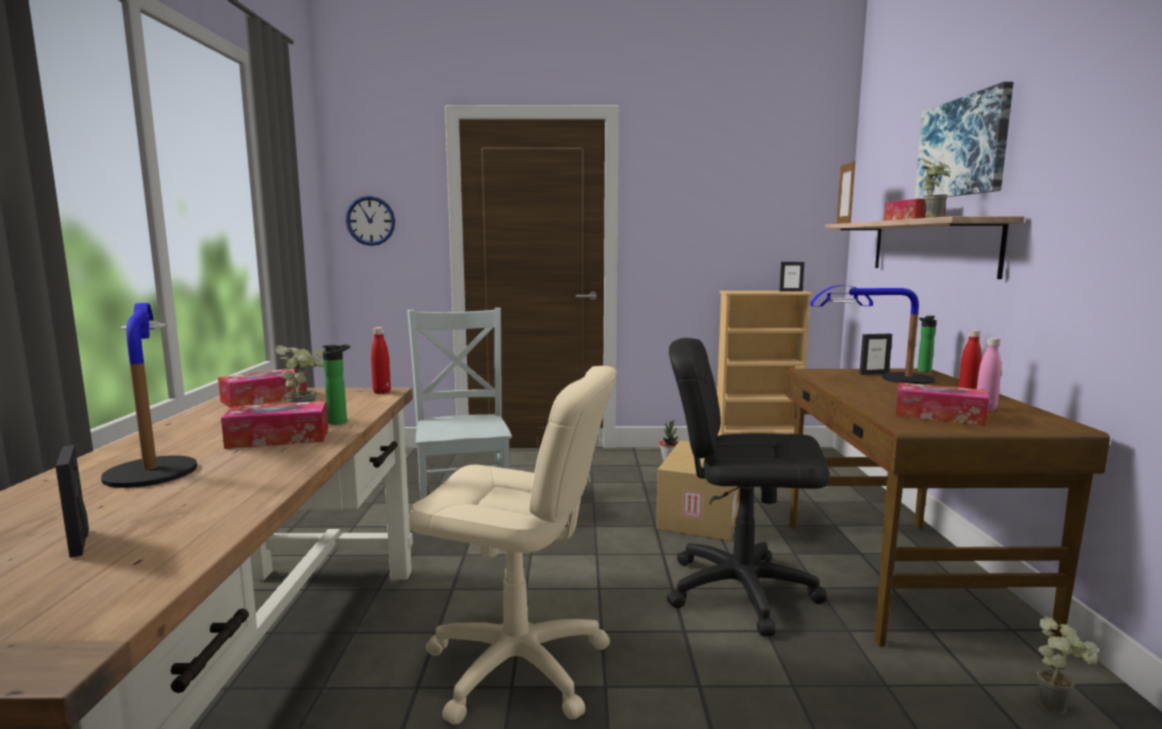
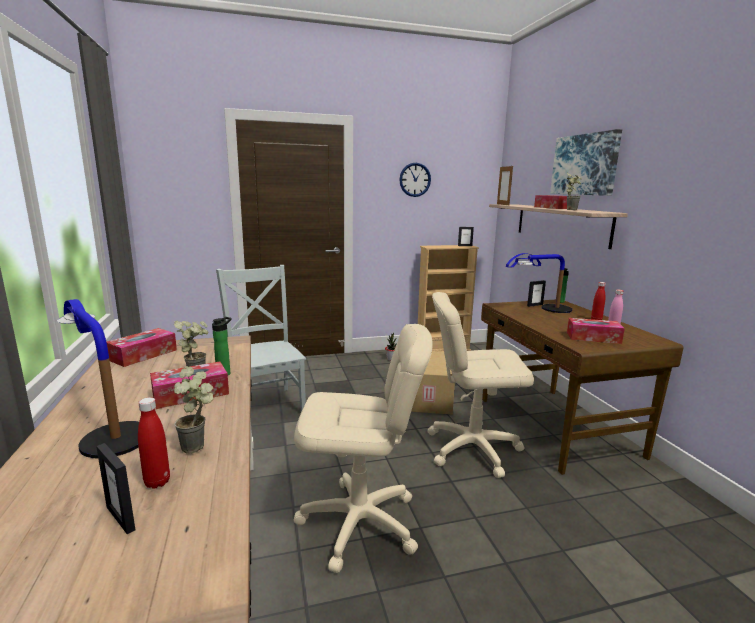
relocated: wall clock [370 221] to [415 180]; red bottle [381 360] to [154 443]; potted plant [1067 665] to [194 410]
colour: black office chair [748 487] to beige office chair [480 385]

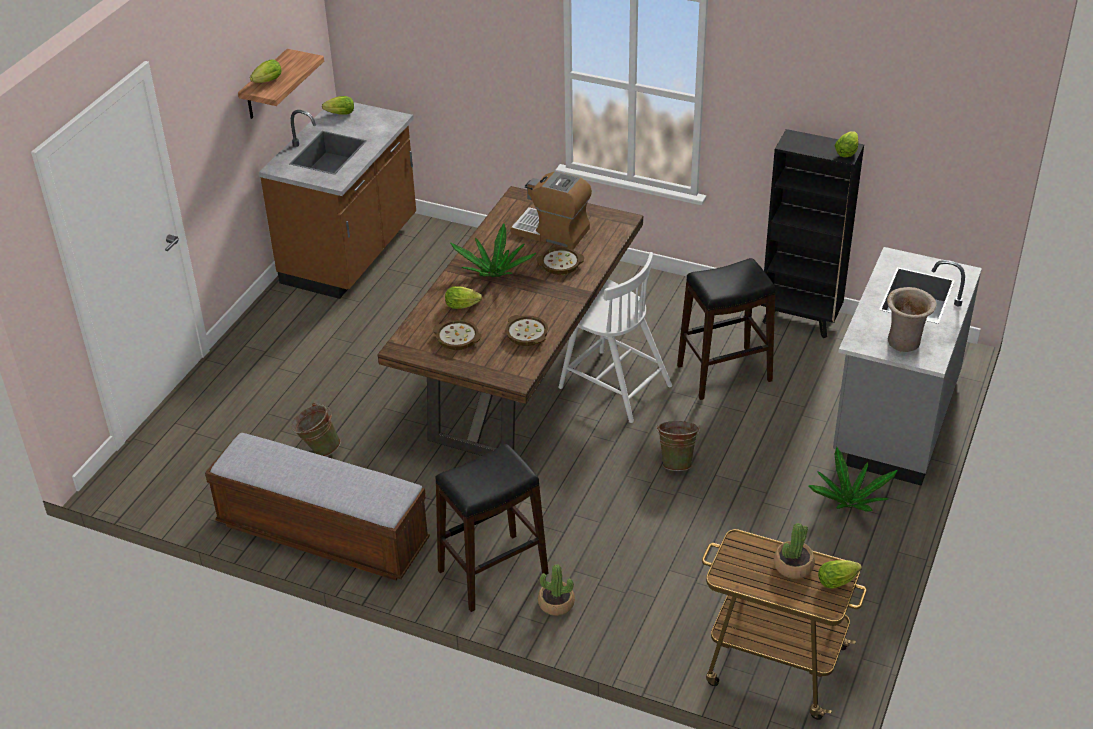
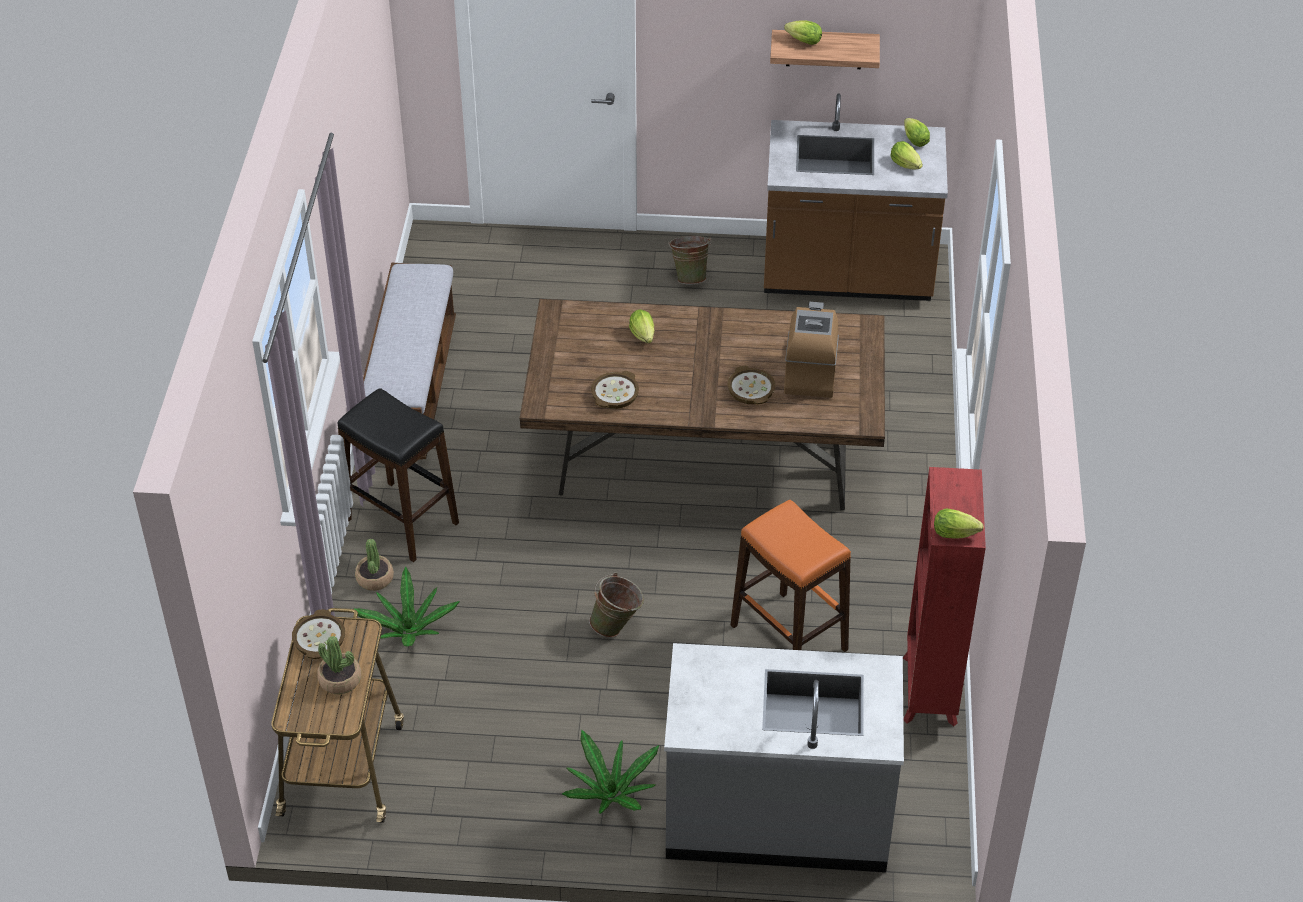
missing: white chair [615 337]; beige vase [912 319]
relocated: green bucket [316 429] to [690 260]; bowl [457 334] to [318 634]; potted plant [493 250] to [407 606]; lettuce [840 574] to [906 155]
colour: black stool [726 329] to orange stool [790 576]; black bookcase [812 233] to red bookcase [944 596]

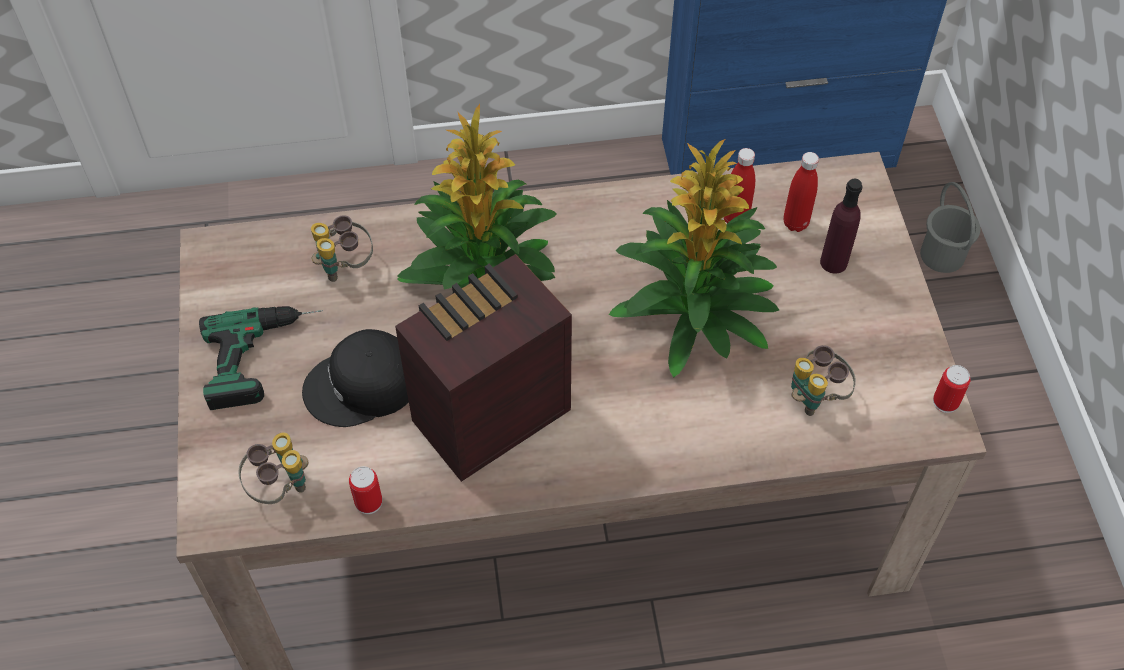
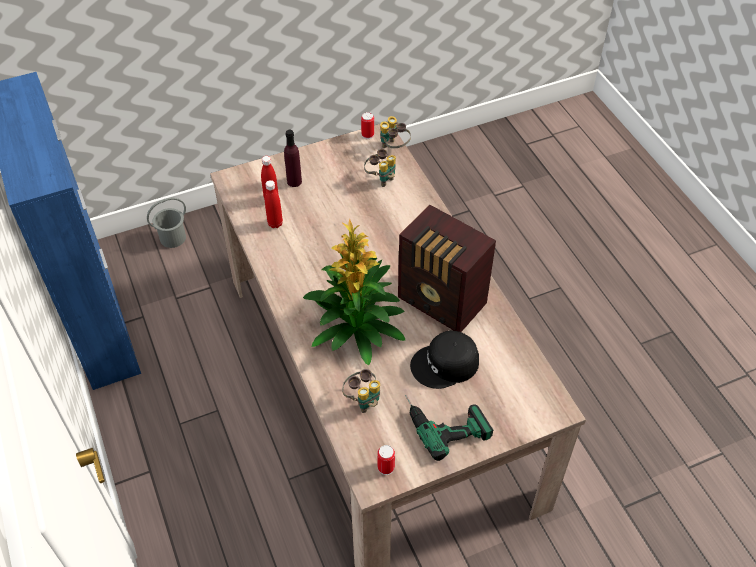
missing: potted plant [694 258]
relocated: binoculars [273 468] to [395 132]; can [365 490] to [386 460]
spun: black cap [355 378] = [444 359] 105 degrees clockwise

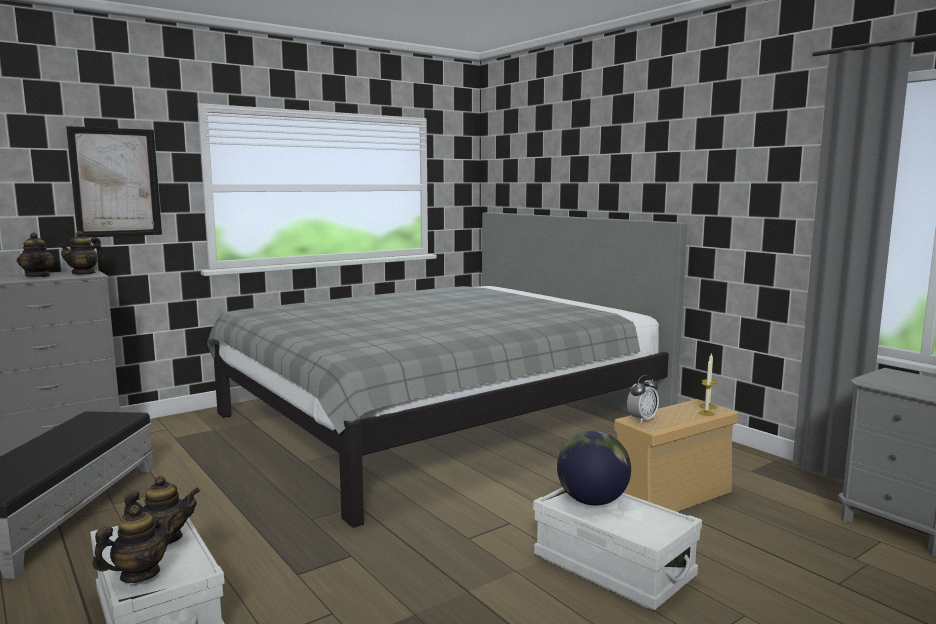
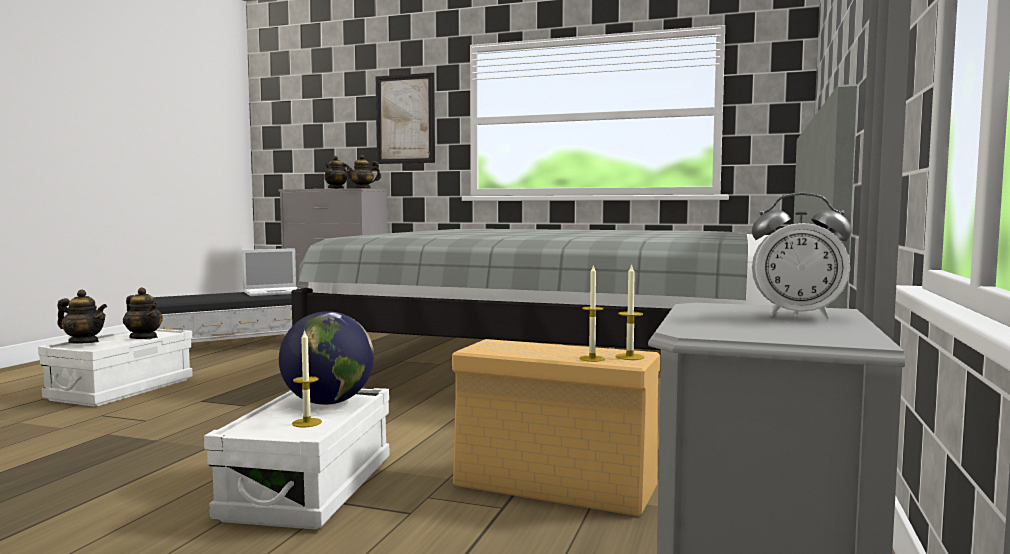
appeared: laptop [271 272]; candle [307 378]
relocated: alarm clock [643 399] to [802 256]

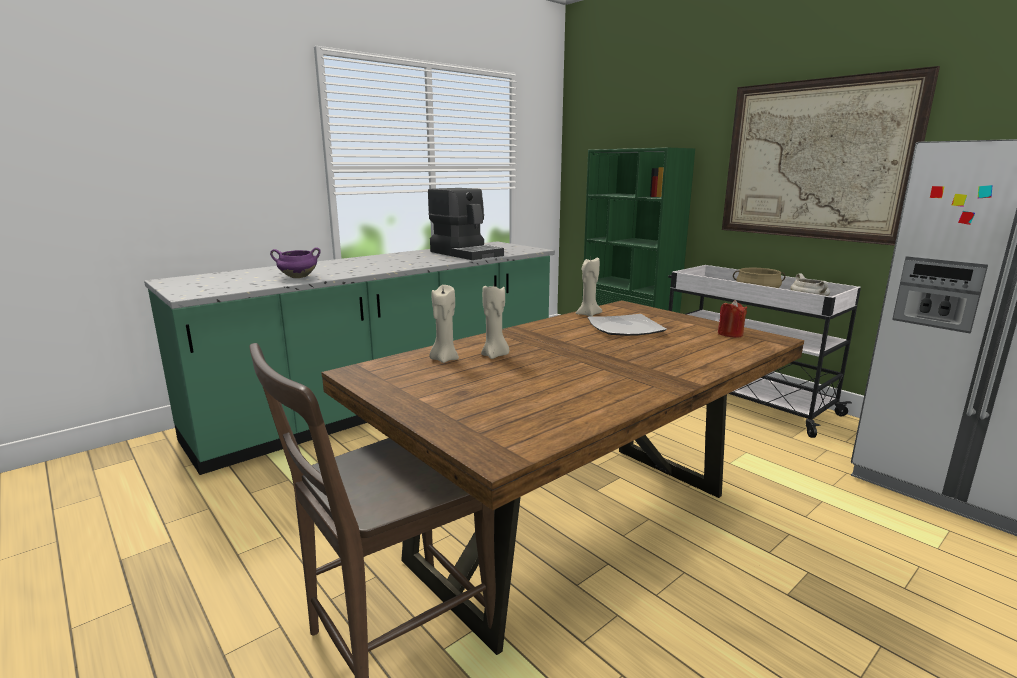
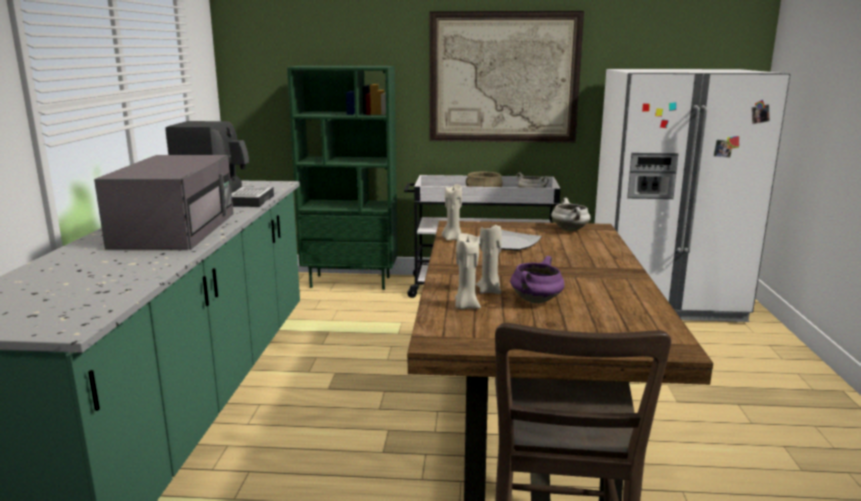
appeared: grey microwave [164 202]
relocated: purple cooking pot [295 262] to [537 279]
exchanged: red candle [732 319] to white cooking pot [571 215]

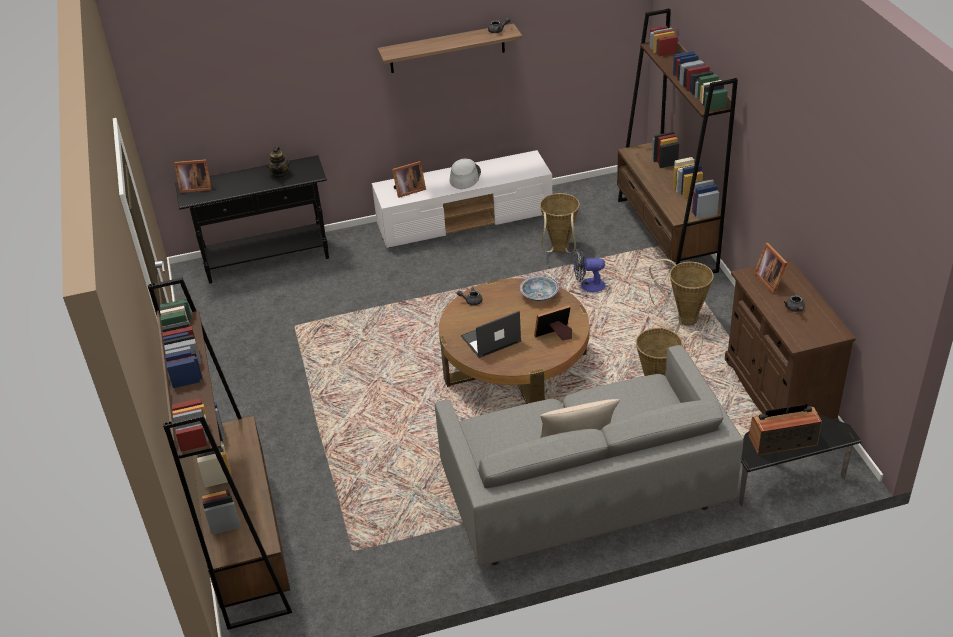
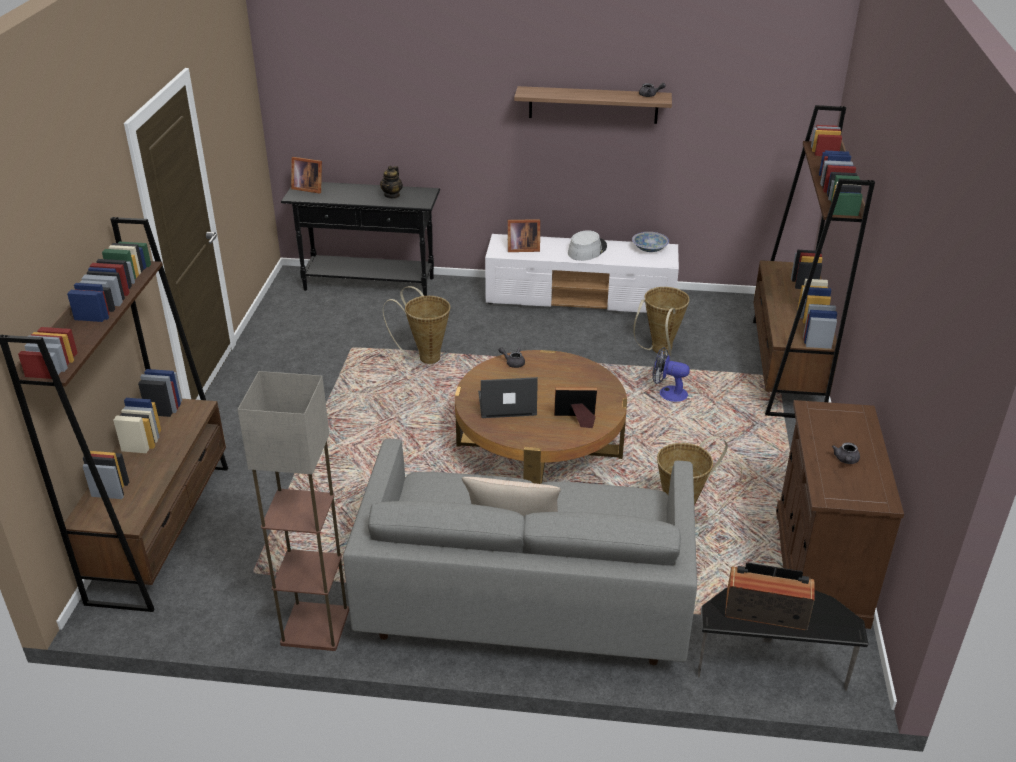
missing: picture frame [770 268]
appeared: floor lamp [293 511]
relocated: bowl [539 288] to [650 242]; basket [681 292] to [416 325]

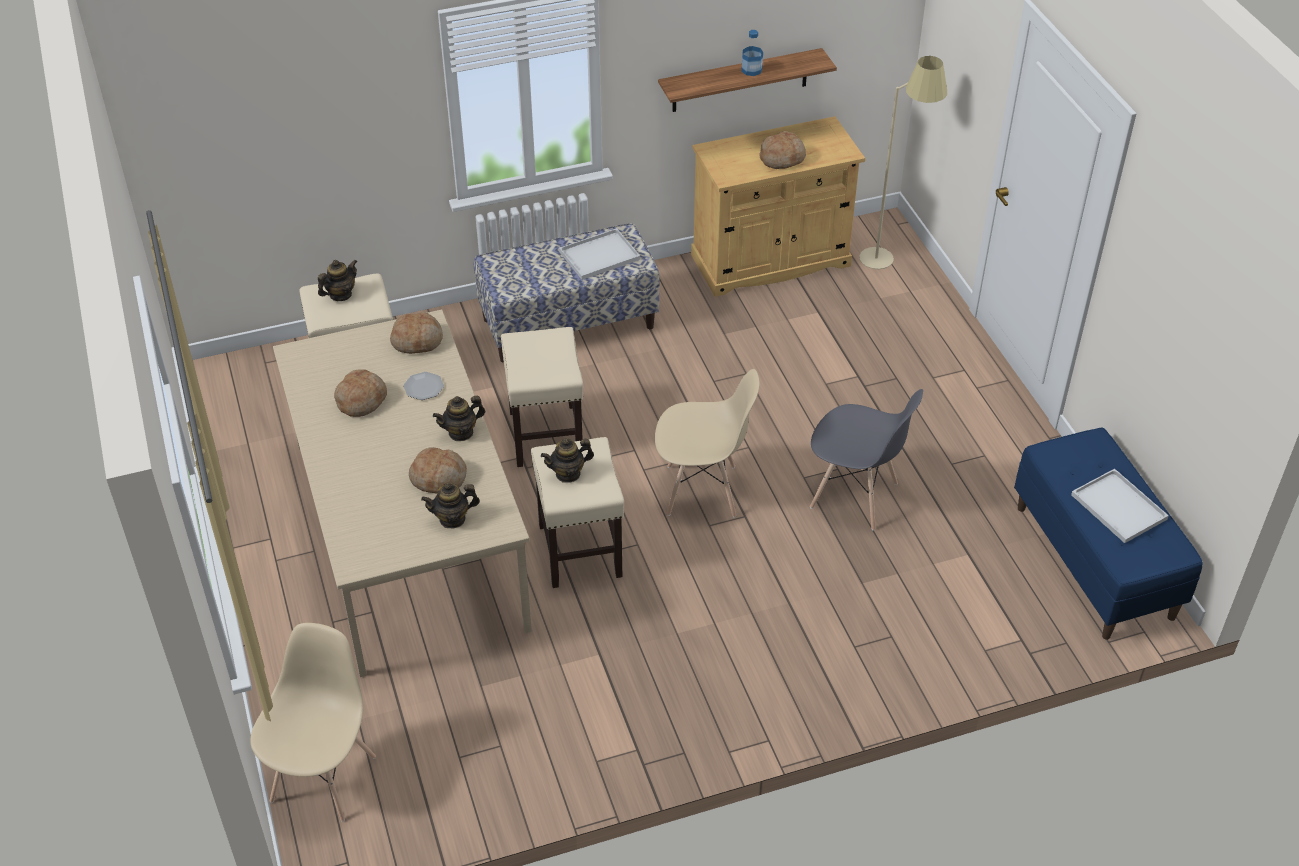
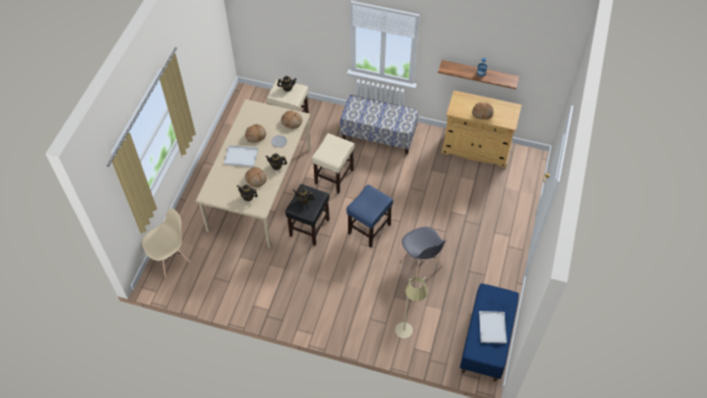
relocated: white tray [599 254] to [241 156]; beige floor lamp [903 162] to [411 307]
exchanged: beige chair [707 443] to blue stool [369 216]
colour: beige stool [577 512] to black stool [307 215]

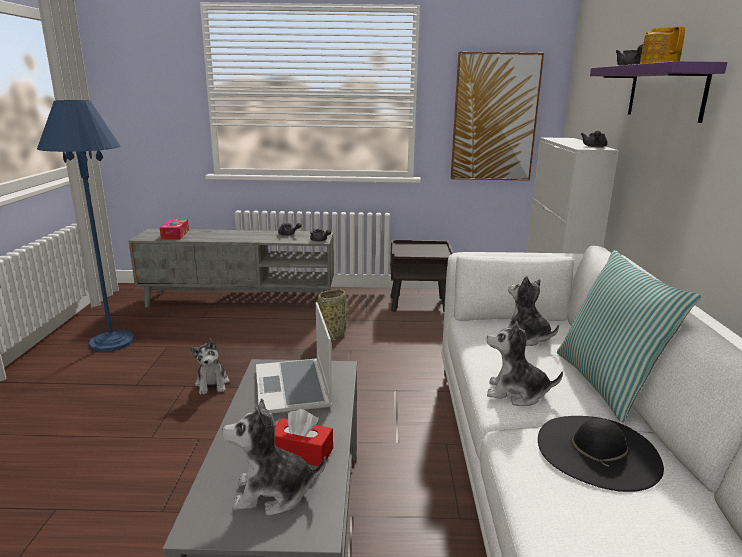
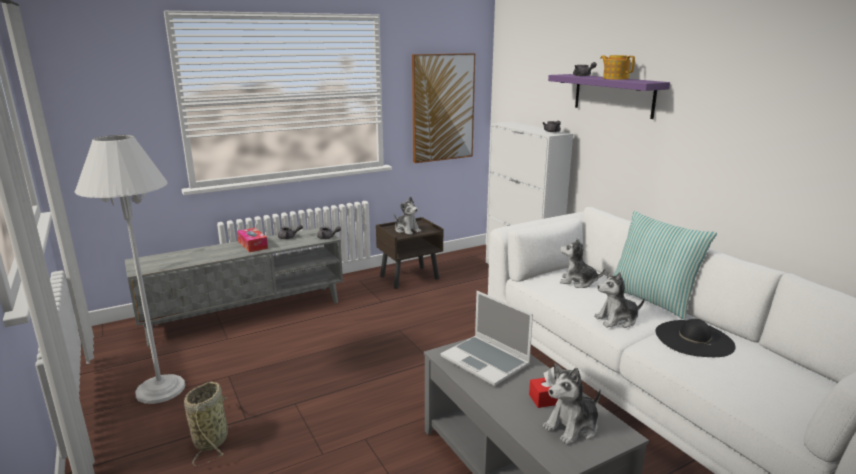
relocated: tissue box [174 229] to [252 240]; plush toy [210 366] to [407 215]; basket [334 316] to [206 424]
colour: blue floor lamp [86 226] to white floor lamp [130 269]

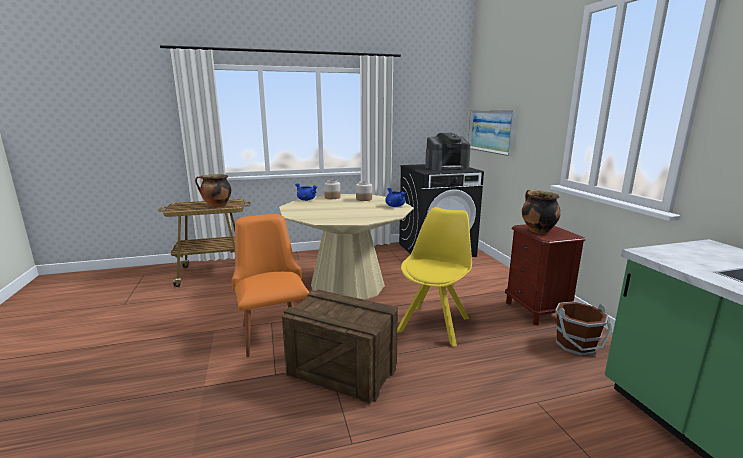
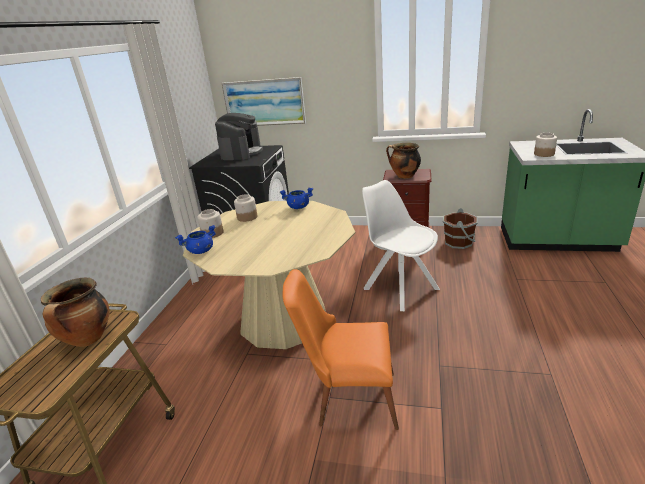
missing: crate [339 346]
appeared: jar [545 145]
colour: yellow chair [434 277] to white chair [401 245]

